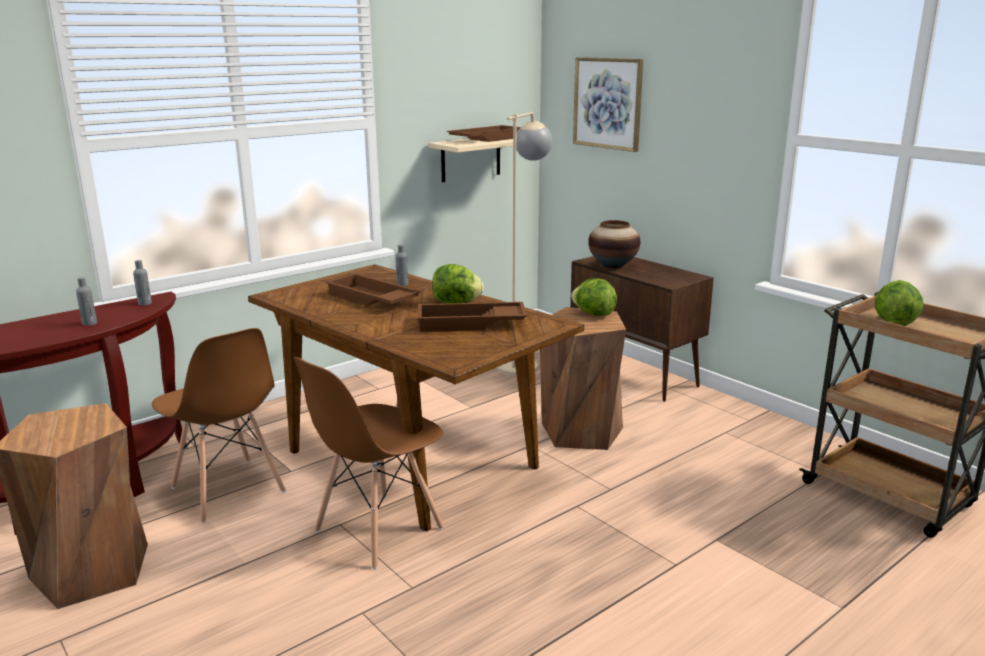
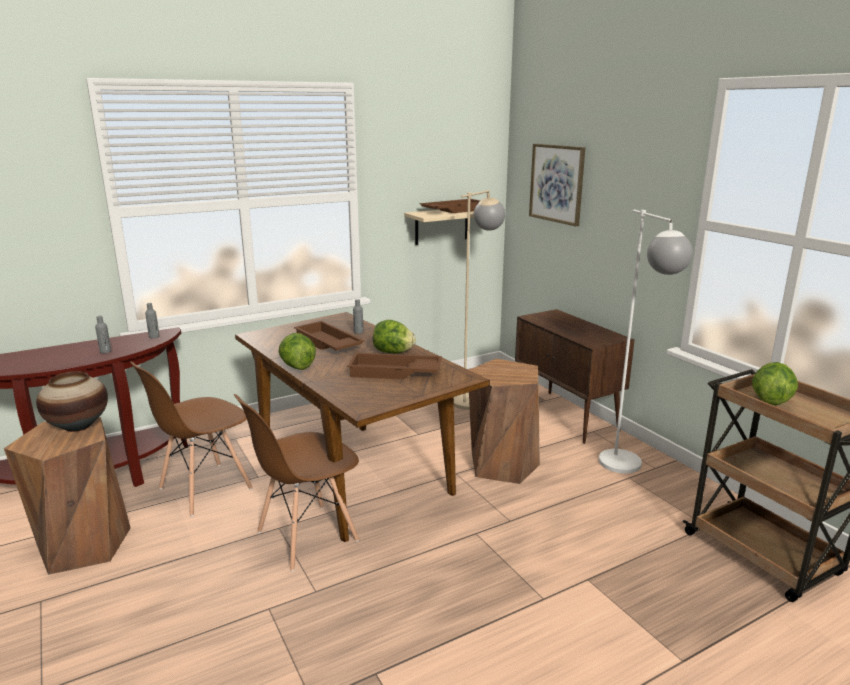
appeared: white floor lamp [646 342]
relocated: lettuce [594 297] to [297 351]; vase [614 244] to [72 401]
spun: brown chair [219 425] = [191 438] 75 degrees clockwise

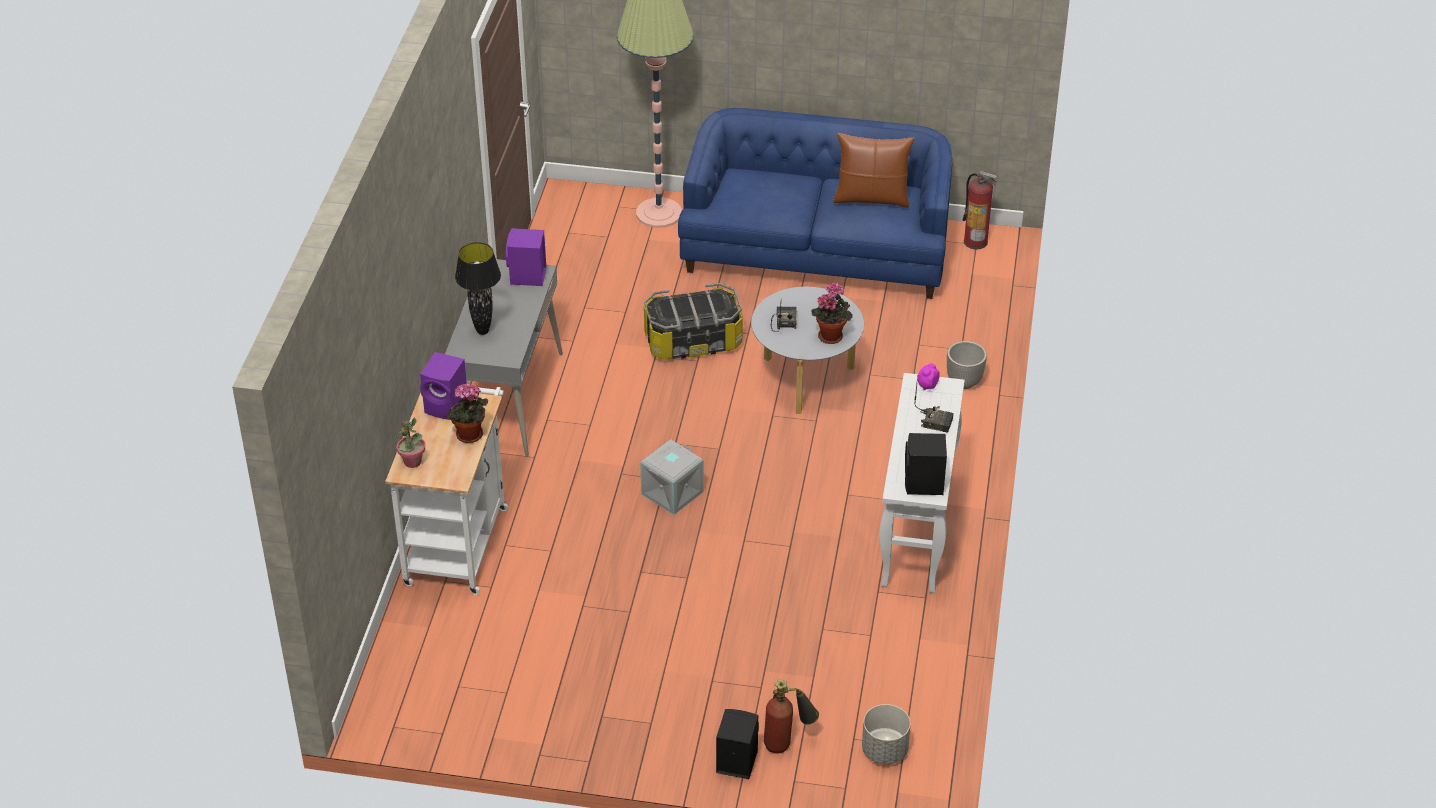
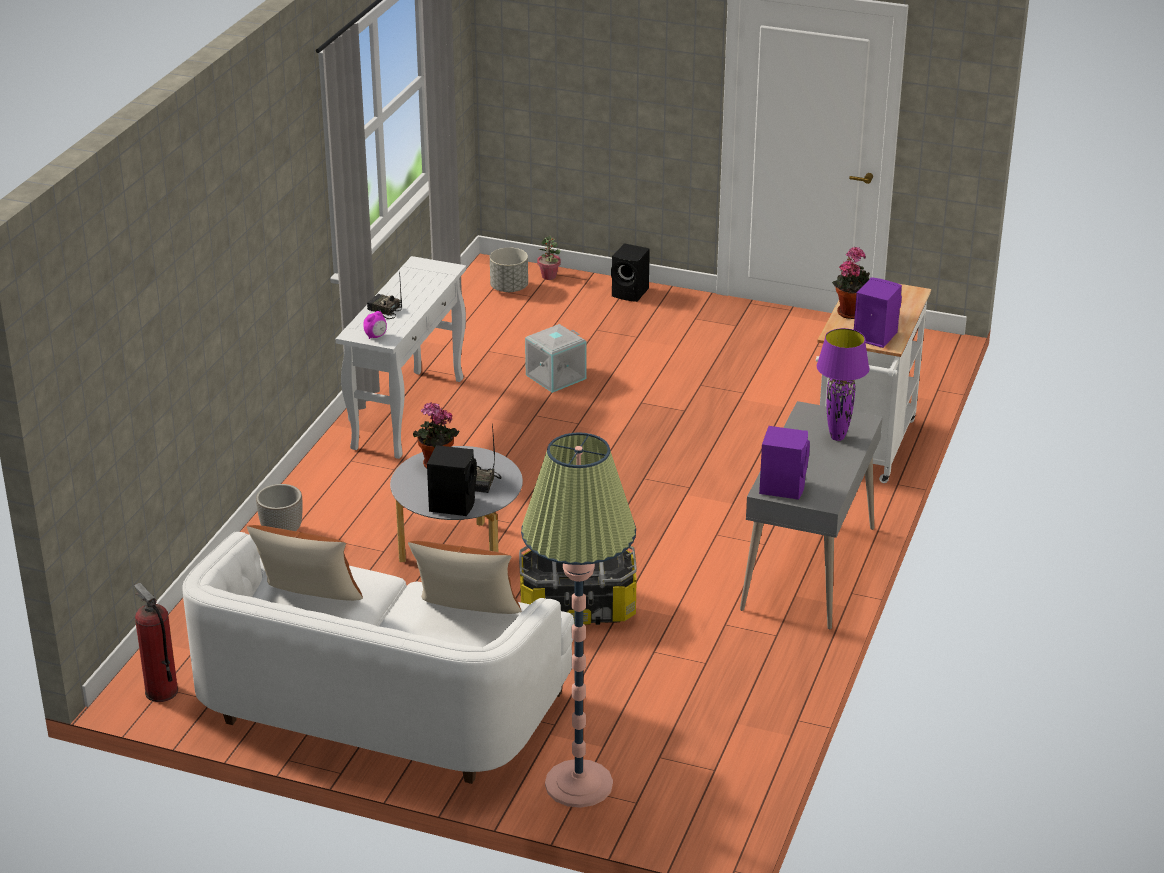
missing: fire extinguisher [791 716]
appeared: brown pillow [464 577]
relocated: potted plant [410 442] to [549 258]; grey storage box [672 477] to [556 358]; black speaker [926 464] to [452 480]
colour: black table lamp [478 288] to purple table lamp [843 384]; blue sofa [815 203] to white sofa [378 658]

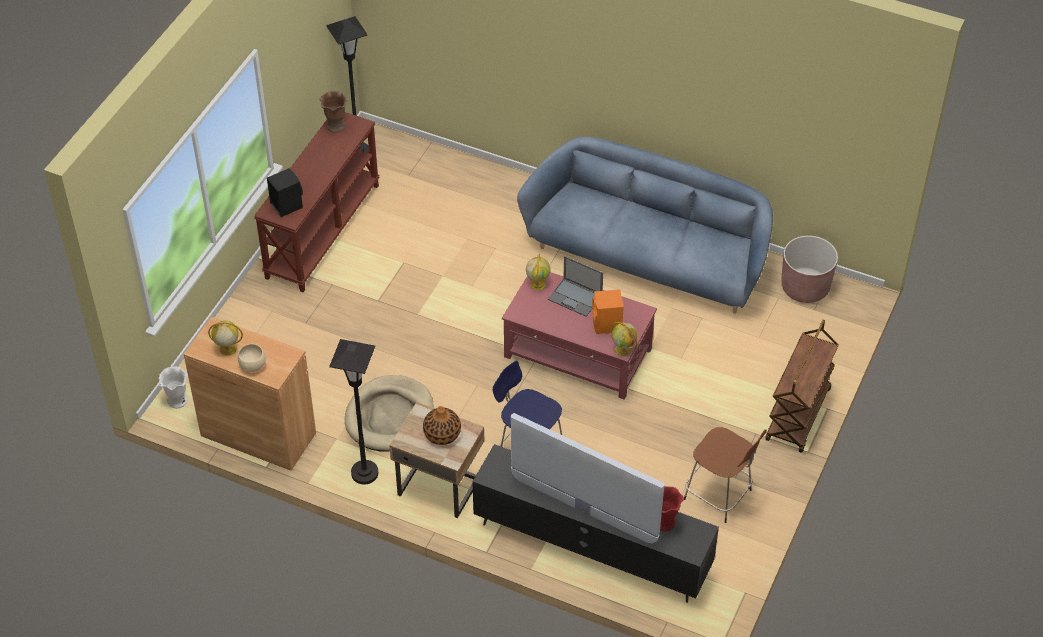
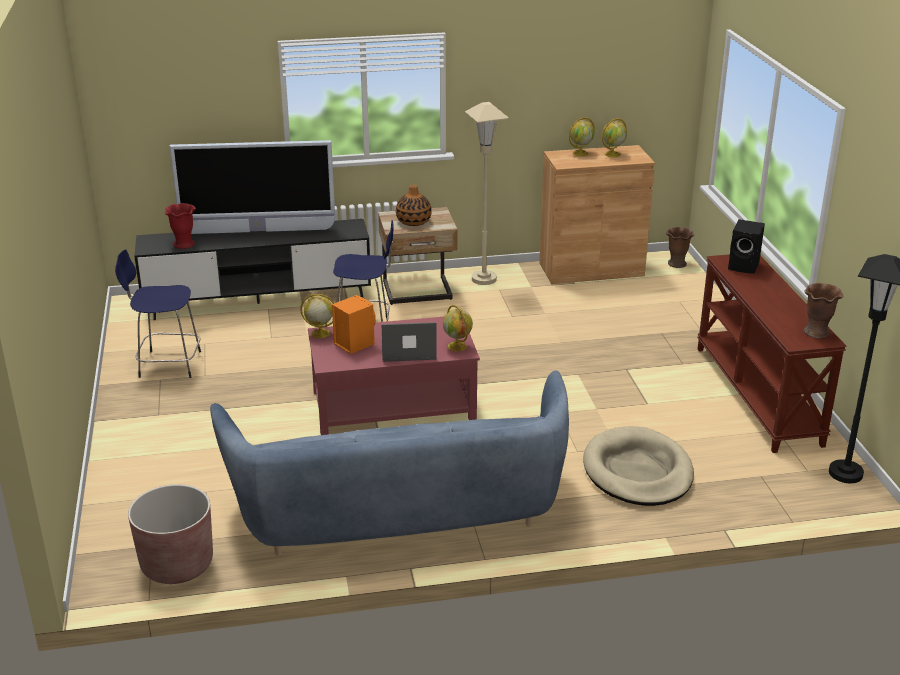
missing: brown cart [802 386]
relocated: beige dog bed [389 413] to [638 466]
exchanged: beige bowl [252 358] to globe [582 136]
colour: white vase [173 387] to brown vase [680 247]; black floor lamp [353 412] to beige floor lamp [487 193]; brown stool [725 475] to blue stool [158 314]

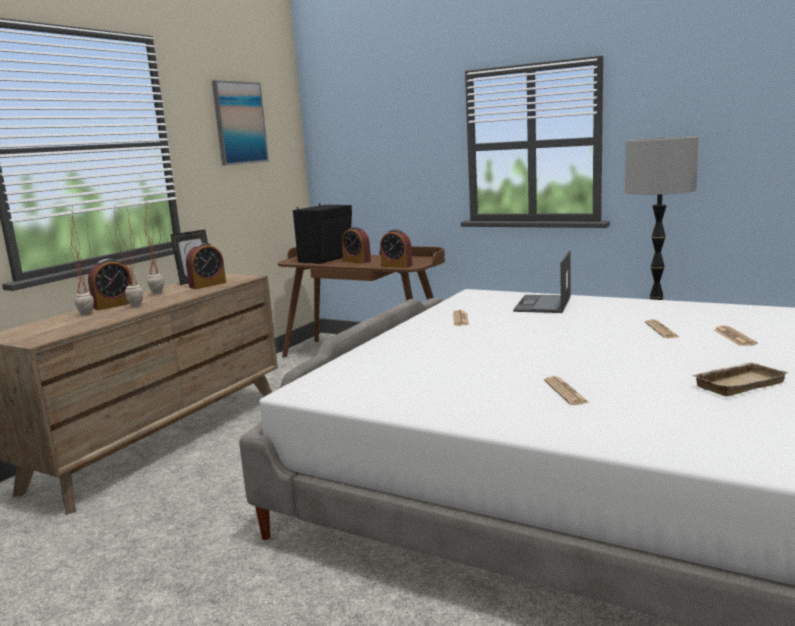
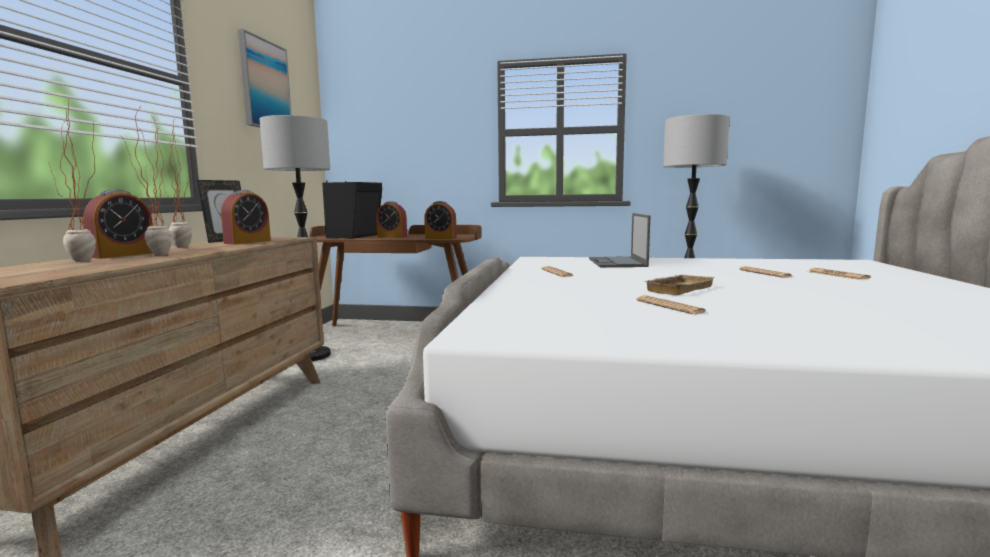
appeared: floor lamp [295 238]
relocated: newspaper [566 390] to [671 305]; beige tray [740 379] to [680 285]

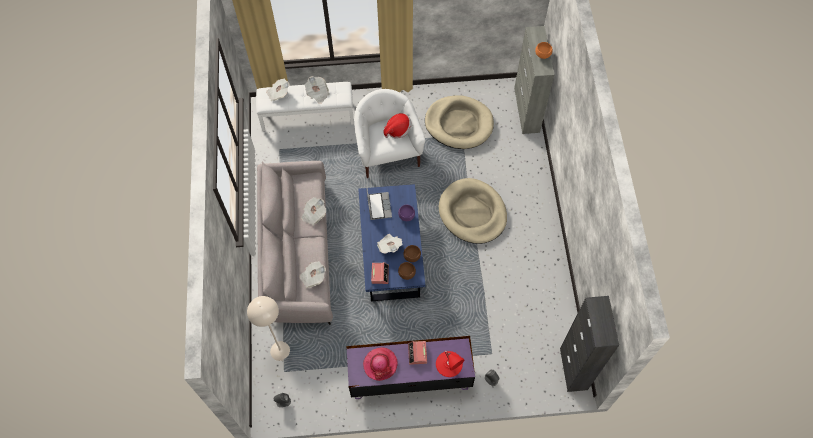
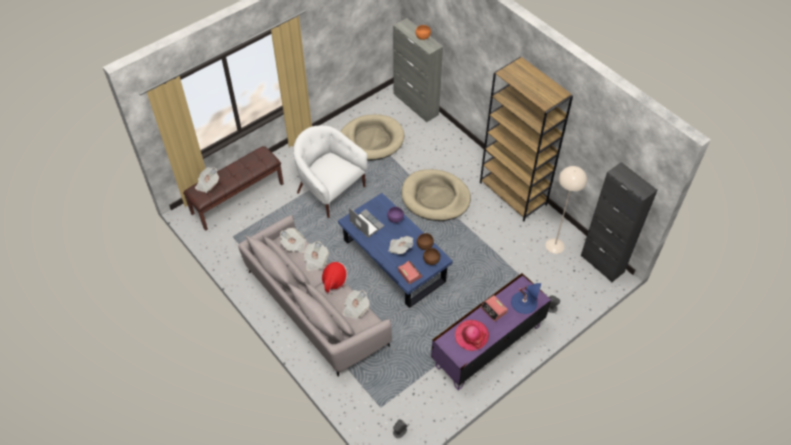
appeared: brown bookcase [526 139]
relocated: beige floor lamp [268 328] to [566 210]; newspaper [317 90] to [293 240]; hat [398 126] to [335 278]
colour: white bench [305 106] to brown bench [233 188]; red table lamp [450 364] to blue table lamp [526 298]

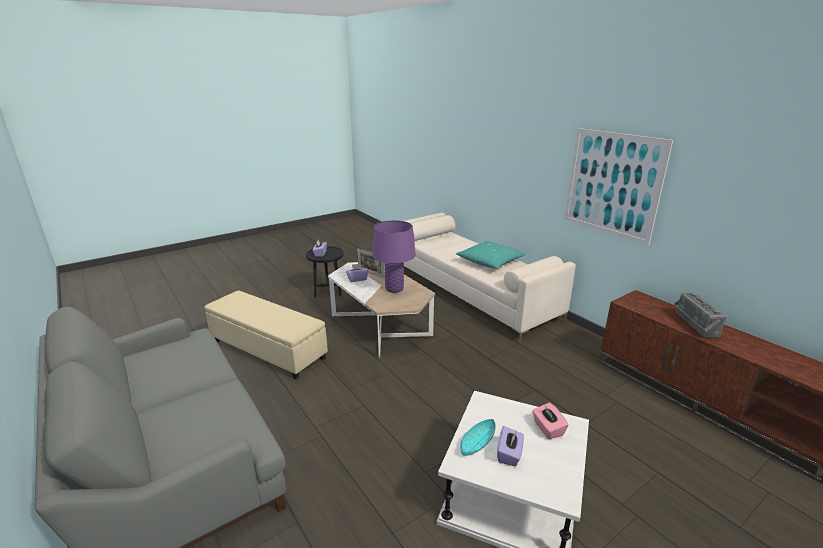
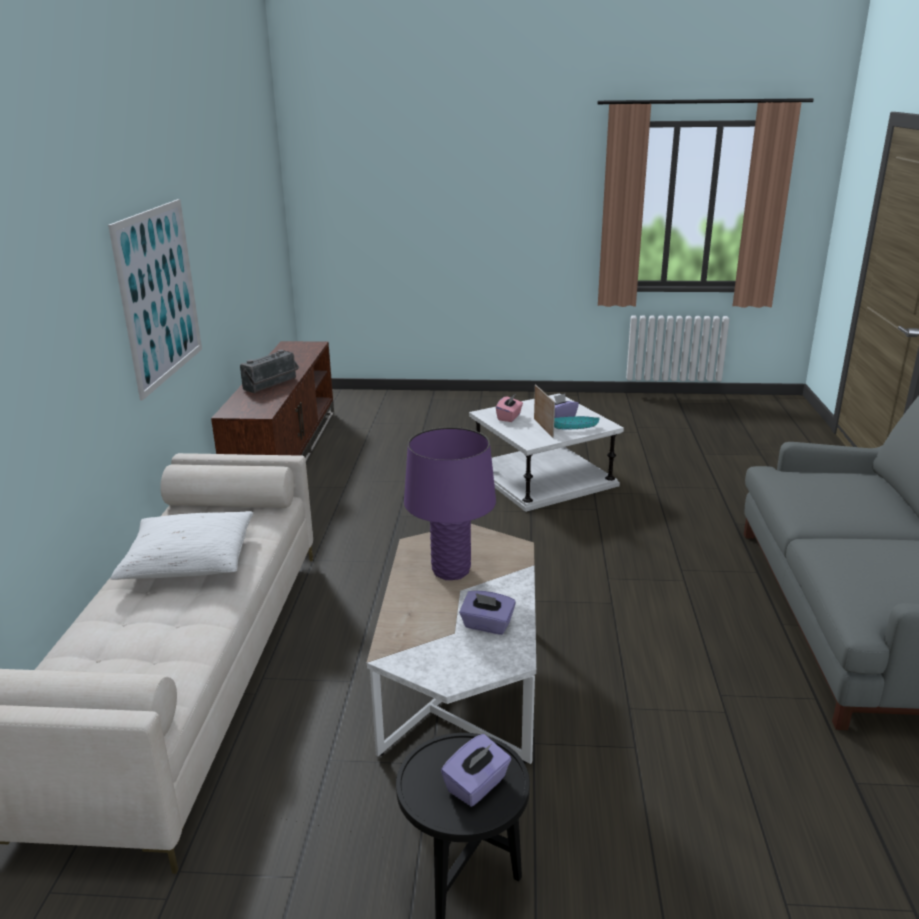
missing: beige ottoman [266 335]
relocated: picture frame [371 263] to [544 411]
colour: turquoise pillow [491 255] to white pillow [181 545]

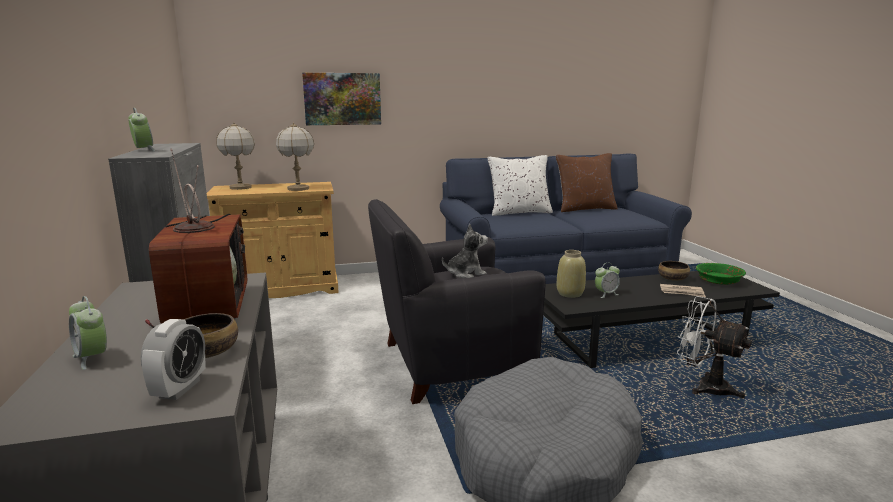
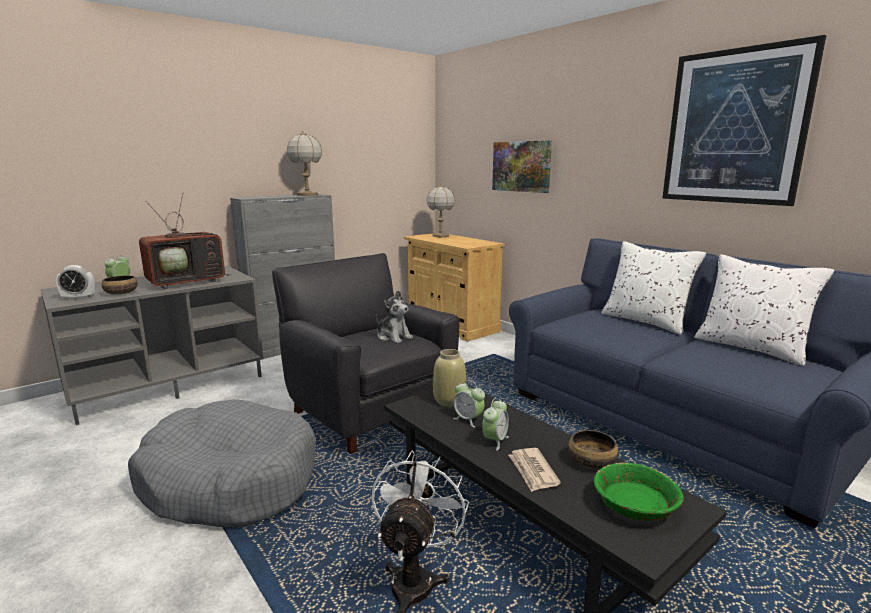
appeared: picture [745 120]
relocated: alarm clock [141 130] to [495 424]; table lamp [295 157] to [304 163]
colour: brown pillow [587 182] to white pillow [764 310]

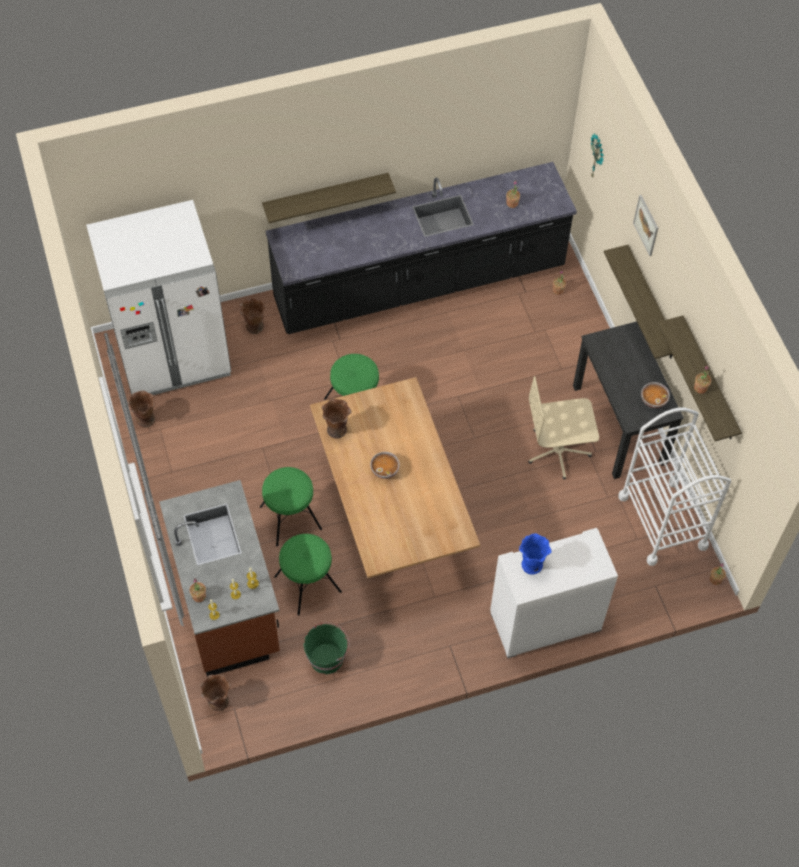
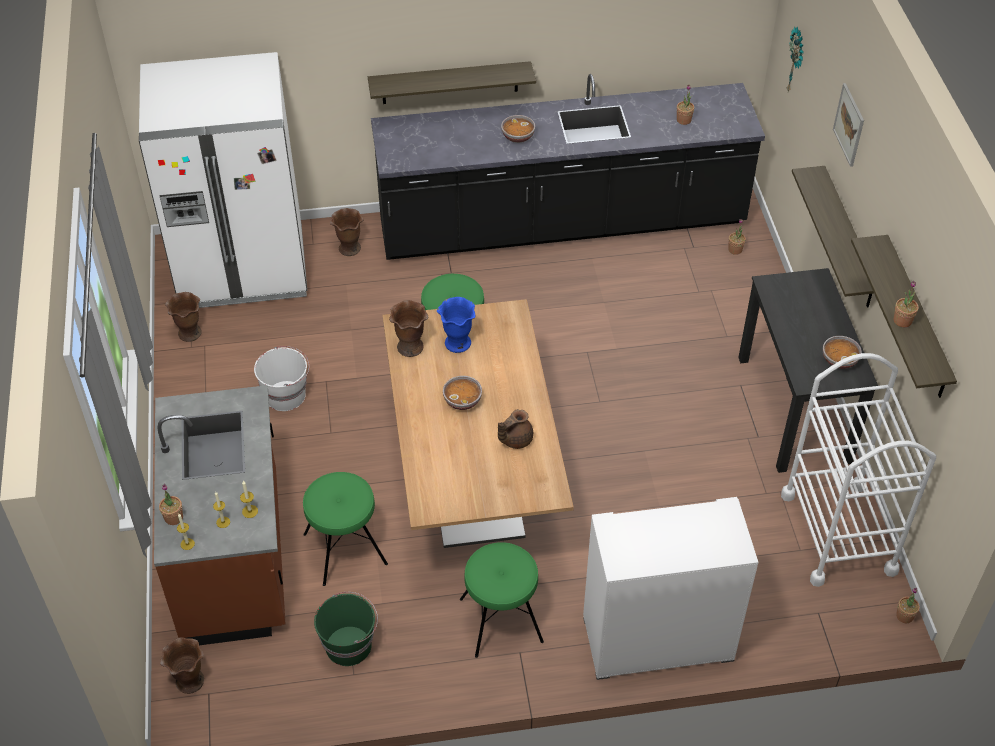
missing: beige office chair [563 428]
appeared: white bucket [282 378]; brown teapot [515 429]; bowl [518 129]
relocated: green stool [291 506] to [502 600]; blue vase [535 554] to [456 325]

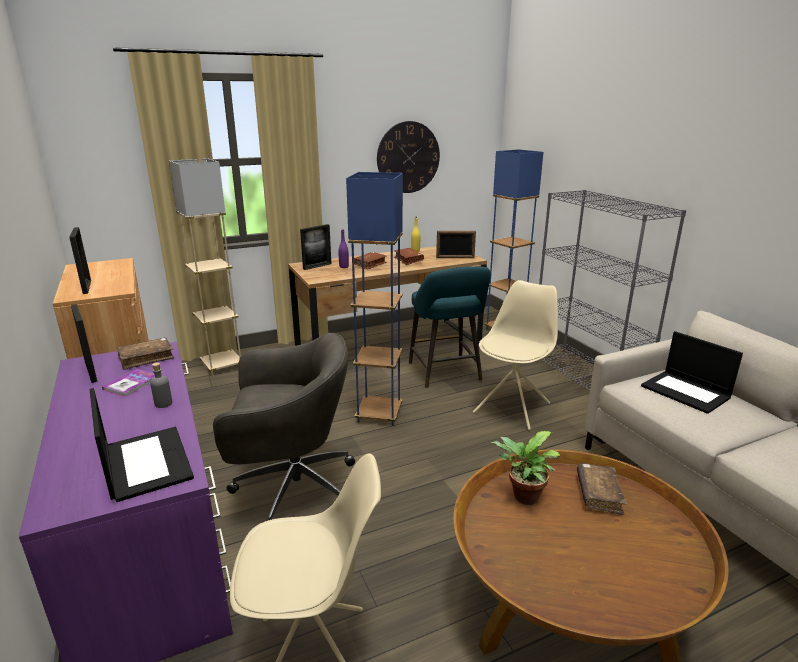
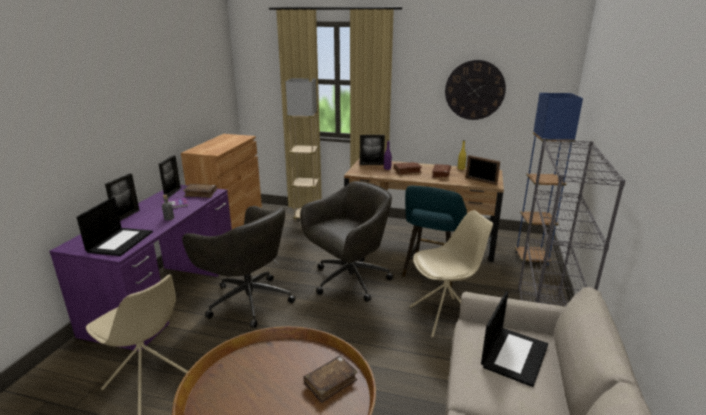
missing: potted plant [526 468]
relocated: picture frame [80 260] to [122 197]
exchanged: blue floor lamp [374 299] to grey office chair [346 241]
spun: laptop [692 372] = [514 339] 150 degrees counterclockwise

